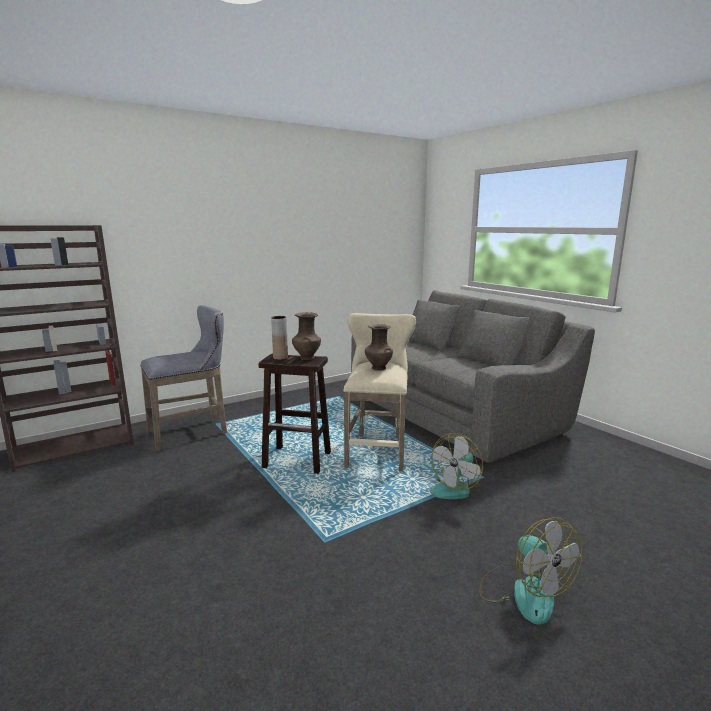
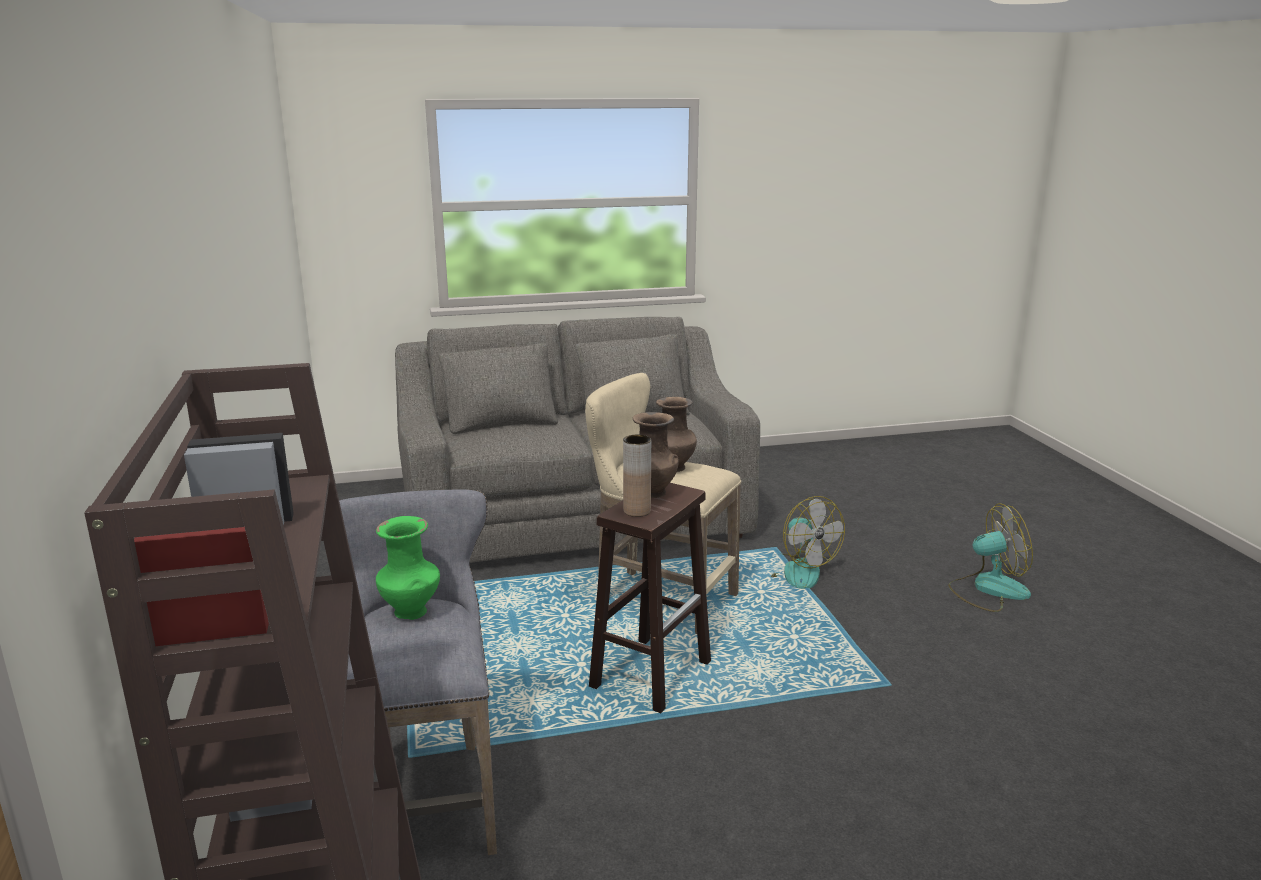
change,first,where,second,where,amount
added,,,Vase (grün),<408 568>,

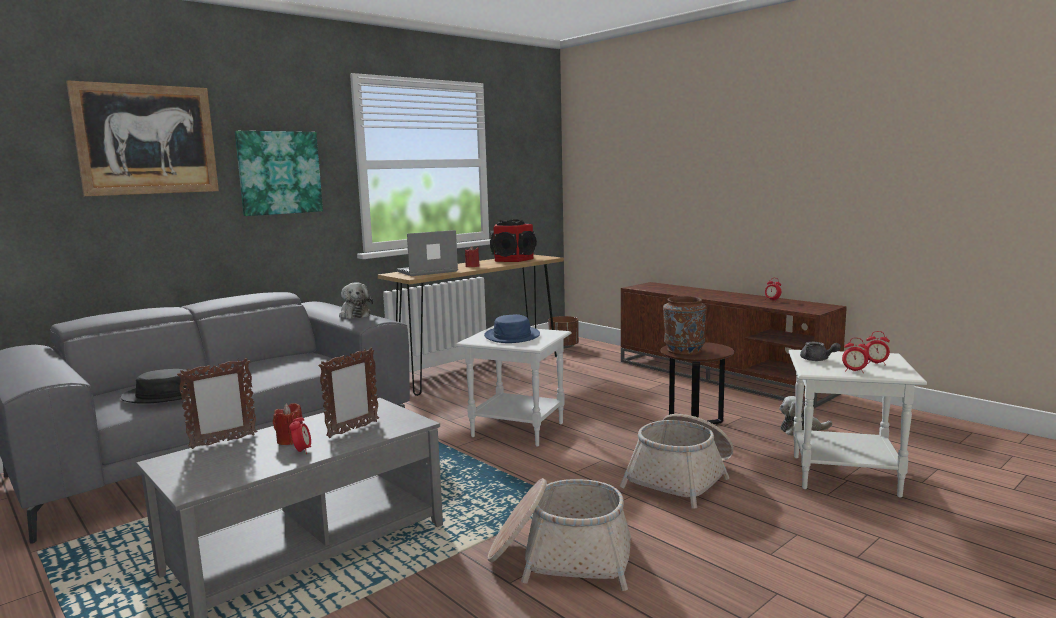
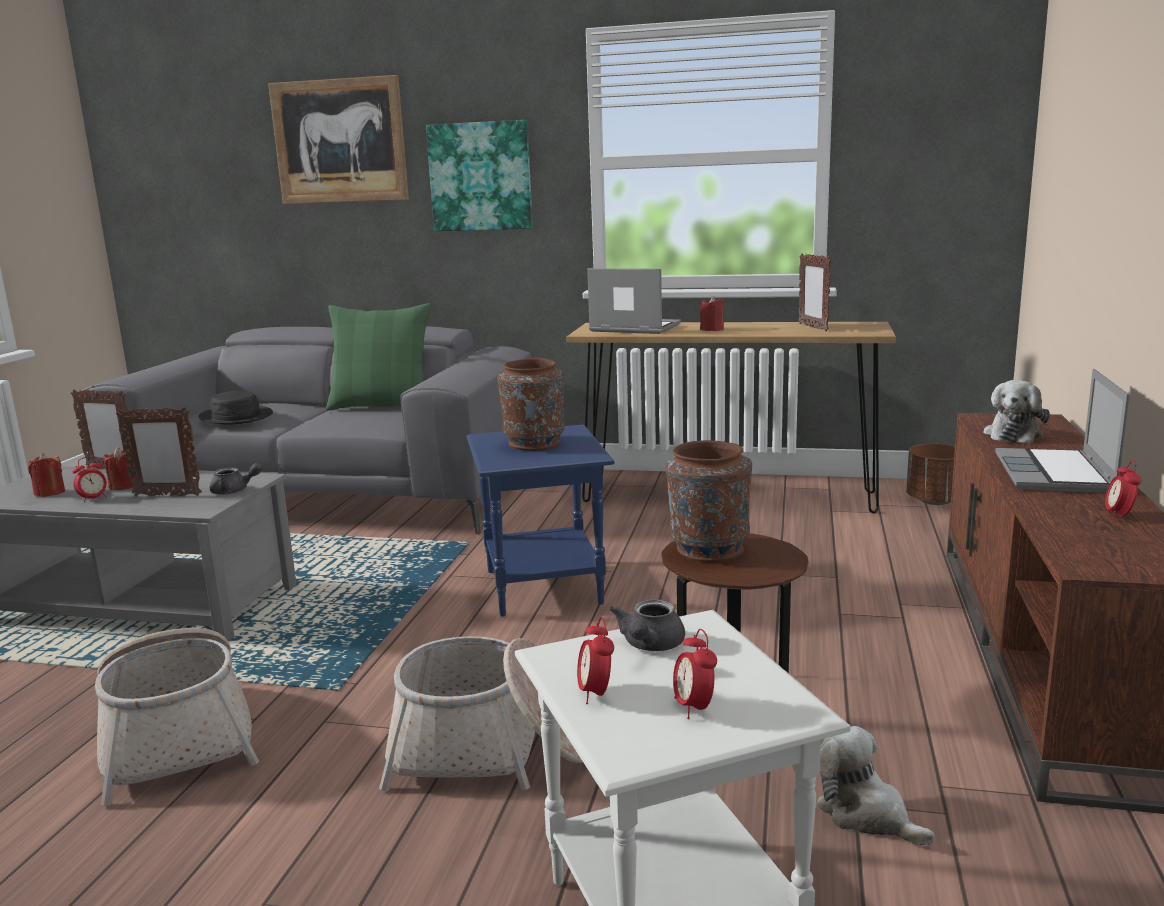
change,first,where,second,where,amount
added,,,Kerze (rot),<46 475>,
added,,,Teekanne (grau),<236 479>,
added,,,Kissen (grün),<378 356>,
recoloured,Beistelltisch (weiß),<513 386>,Beistelltisch (blau),<540 521>,
replaced,Hut (blau),<512 328>,Vase (braun),<531 404>,
replaced,Lautsprecher,<513 241>,Bilderrahmen,<814 292>,
moved,Plüschtier,<356 301>,,<1016 412>,
added,,,Laptop,<1062 431>,

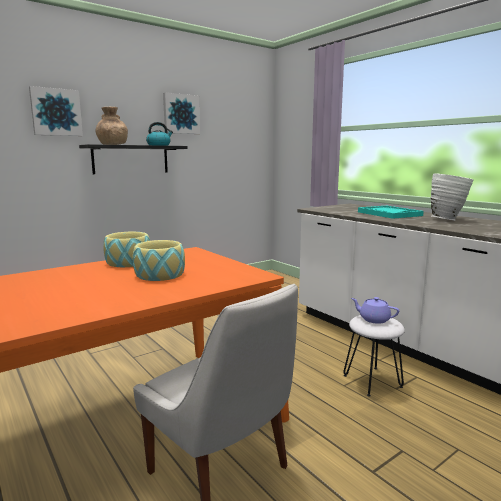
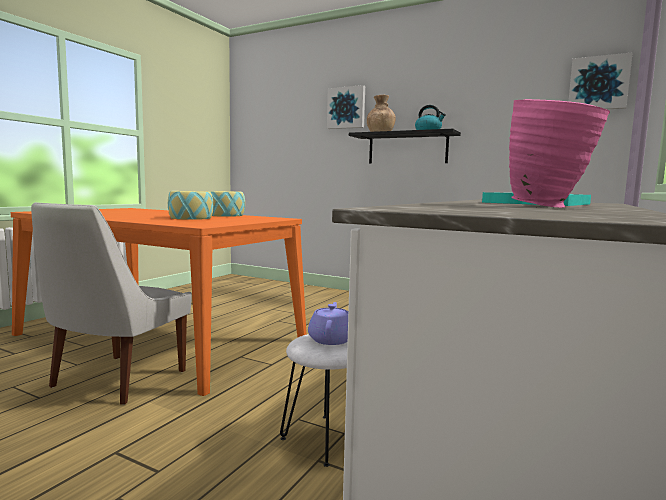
change,first,where,second,where,amount
recoloured,Vase (weiß),<452 197>,Vase (rosa),<559 153>,
moved,Bild,<181 113>,,<601 80>,

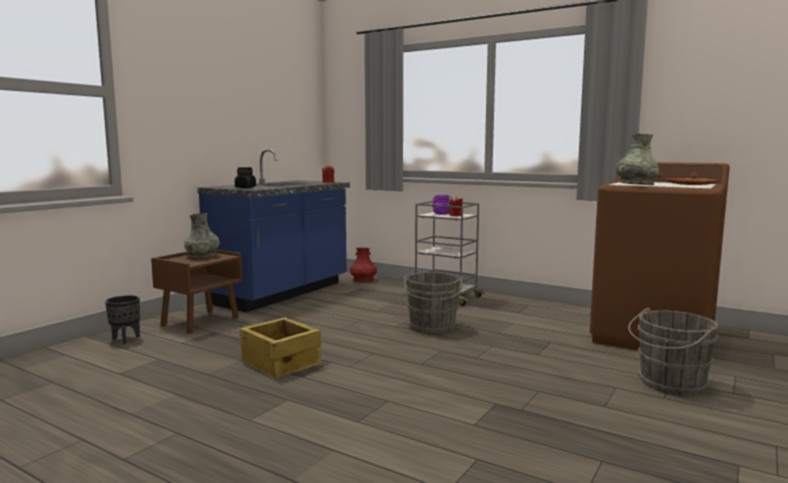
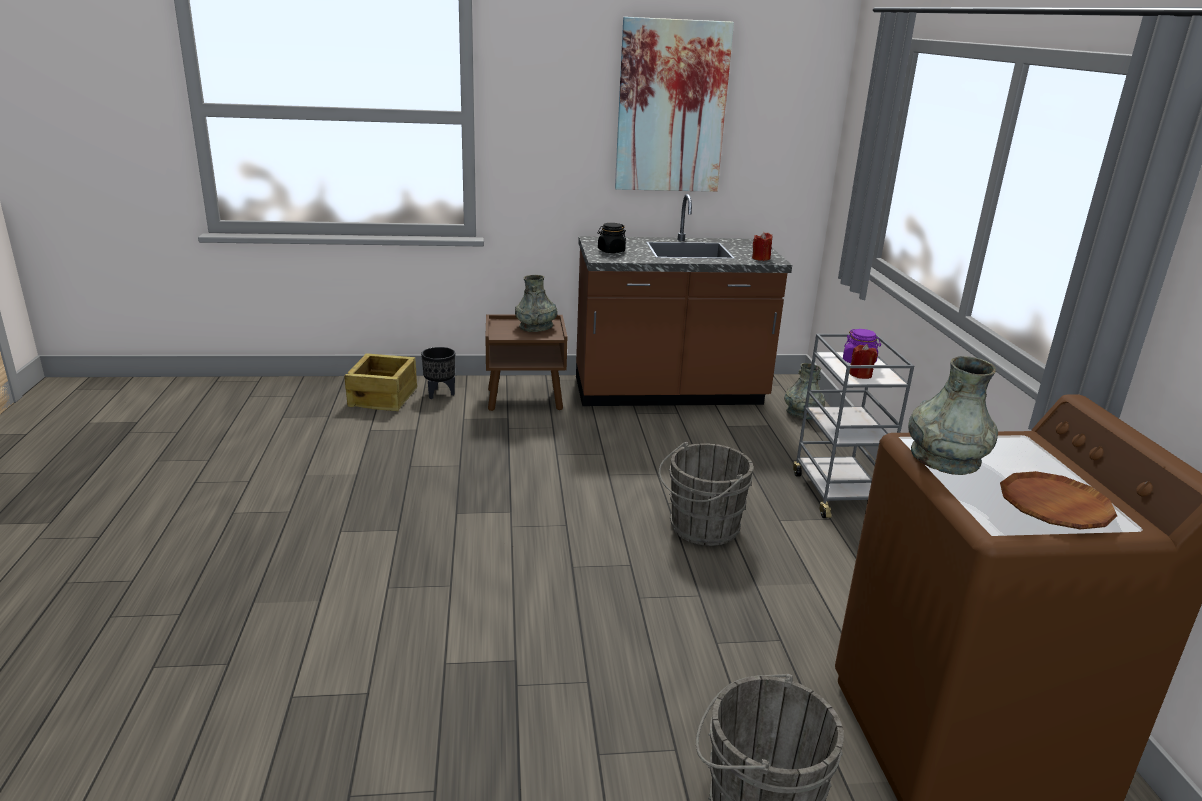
change,first,where,second,where,amount
moved,Kiste,<281 348>,,<380 382>,
recoloured,Küchenzeile (blau),<273 230>,Küchenzeile (braun),<684 300>,
added,,,Bild,<674 104>,
recoloured,Vase (rot),<363 264>,Vase (grau),<804 391>,

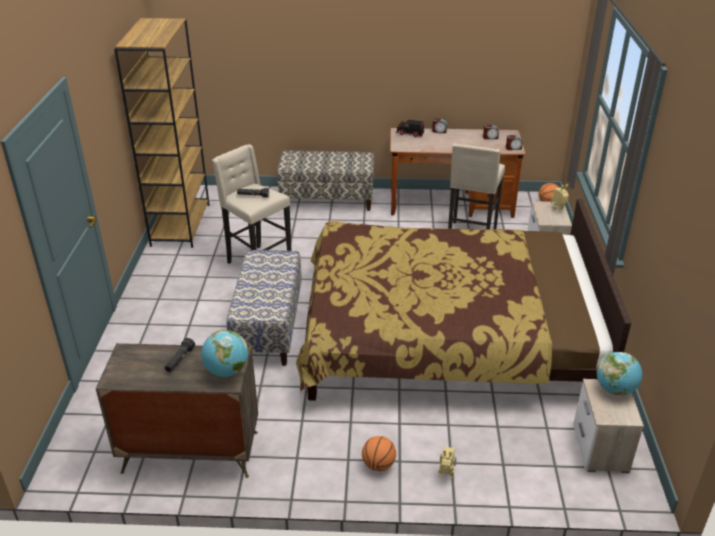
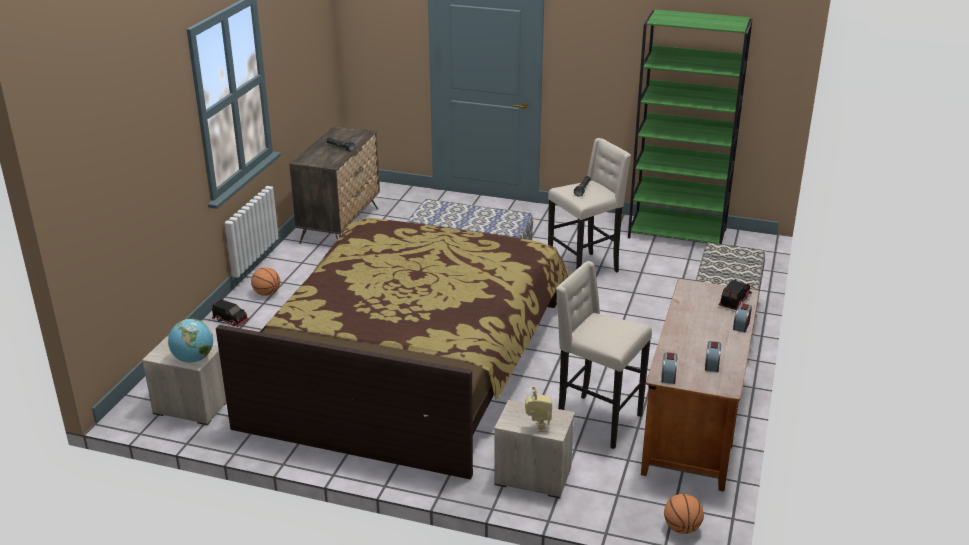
change,first,where,second,where,amount
replaced,Spielzeugroboter,<447 463>,Spielzeuglaster,<231 313>,
recoloured,Bücherregal (braun),<162 133>,Bücherregal (grün),<690 126>,
removed,Globus,<224 353>,,,

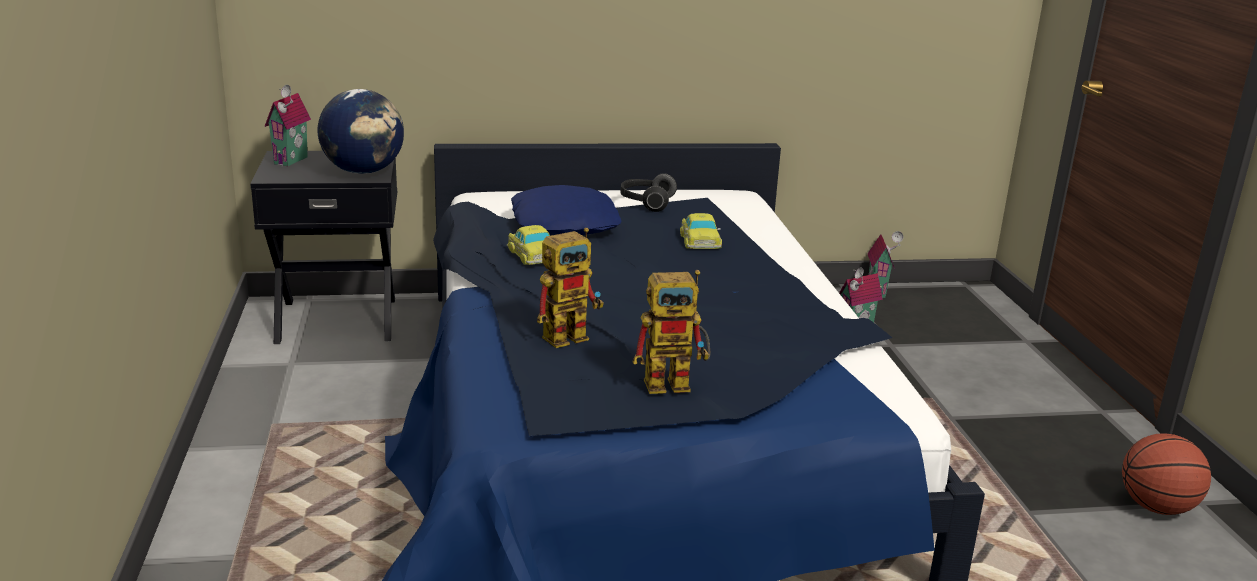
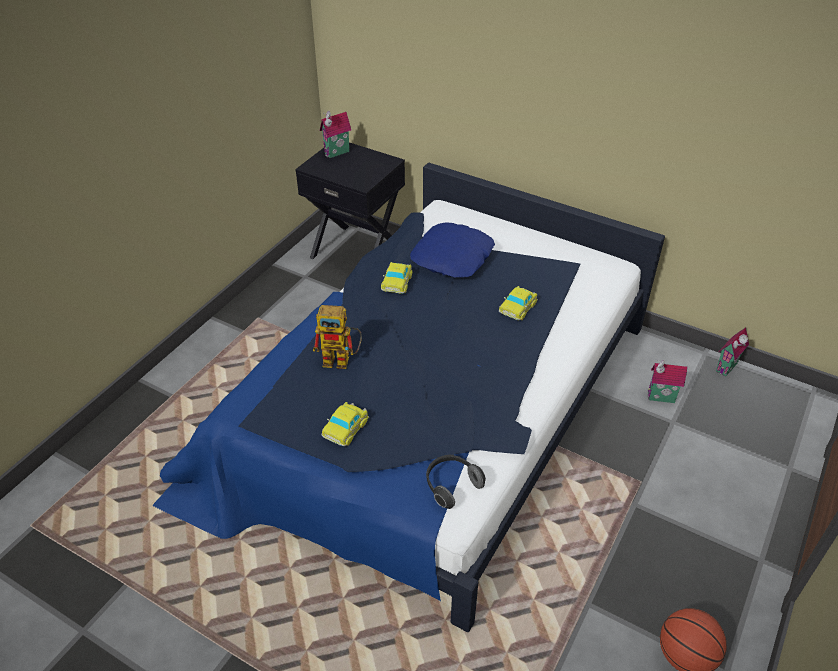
change,first,where,second,where,amount
replaced,Spielzeugroboter,<671 332>,Spielzeugauto,<345 424>,
moved,Kopfhörer,<648 192>,,<456 482>,
removed,Globus,<361 131>,,,

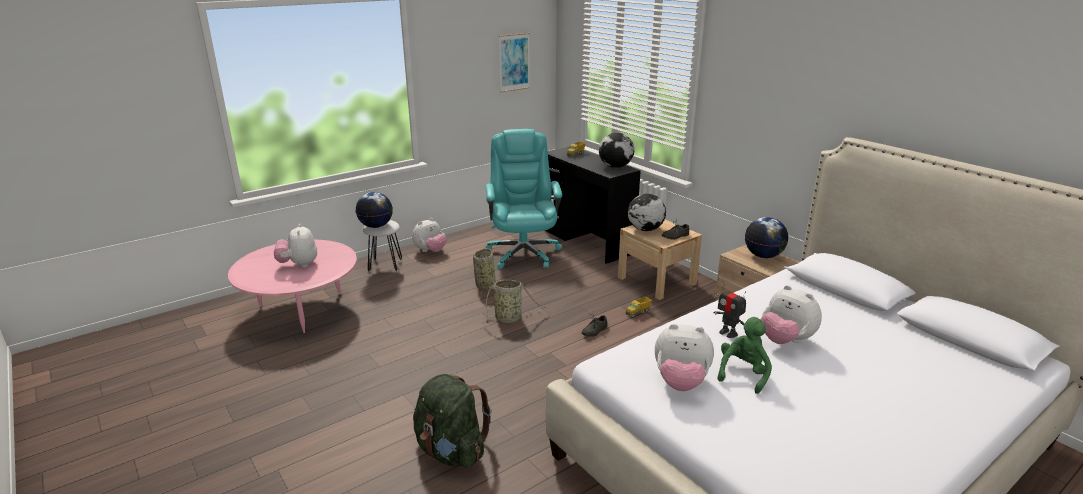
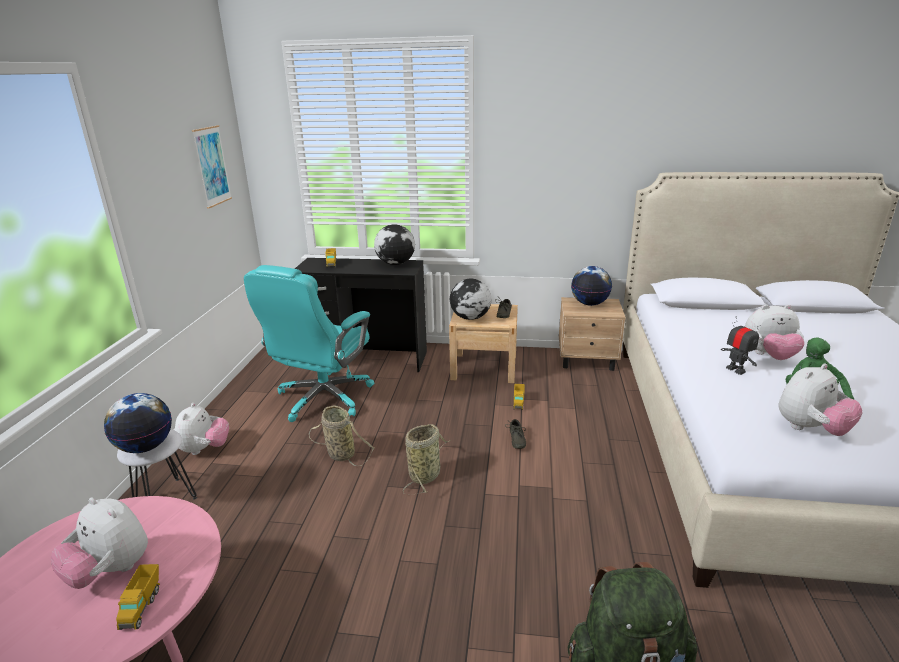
change,first,where,second,where,amount
added,,,Spielzeuglaster,<138 597>,
turned,Bürostuhl (türkis),<524 199>,,<309 343>,105 degrees counterclockwise
turned,Spielzeugroboter,<730 309>,,<741 345>,120 degrees counterclockwise

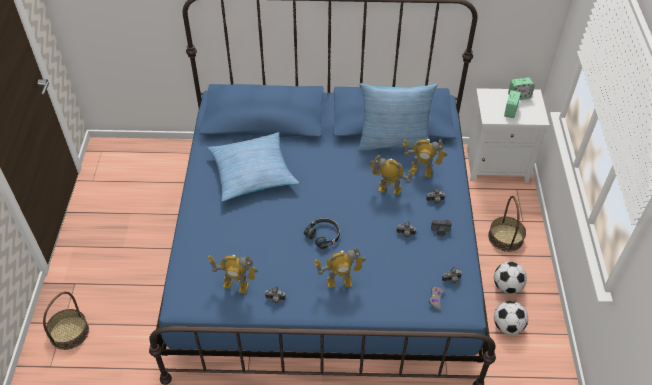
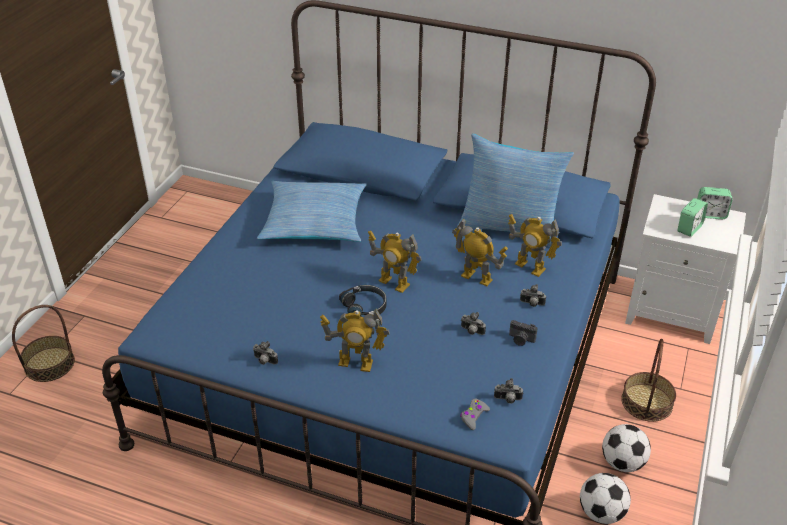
change,first,where,second,where,amount
moved,Spielzeugroboter,<233 274>,,<395 261>,

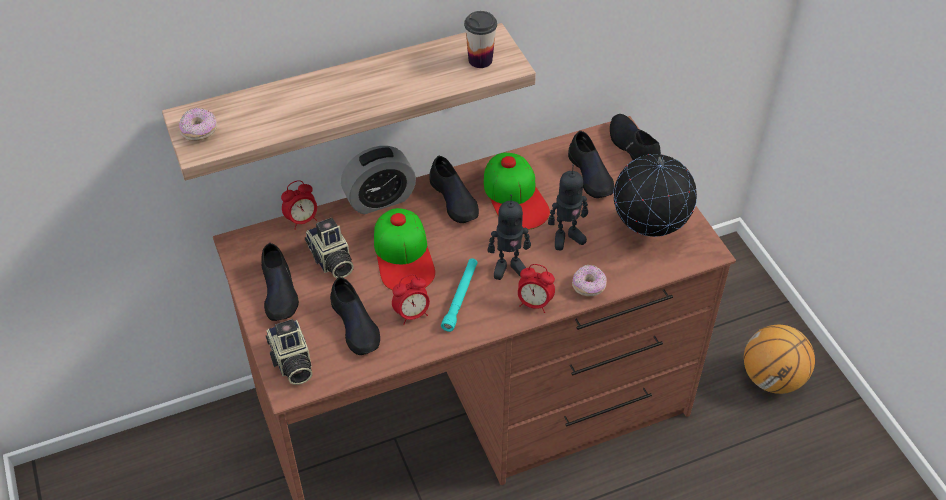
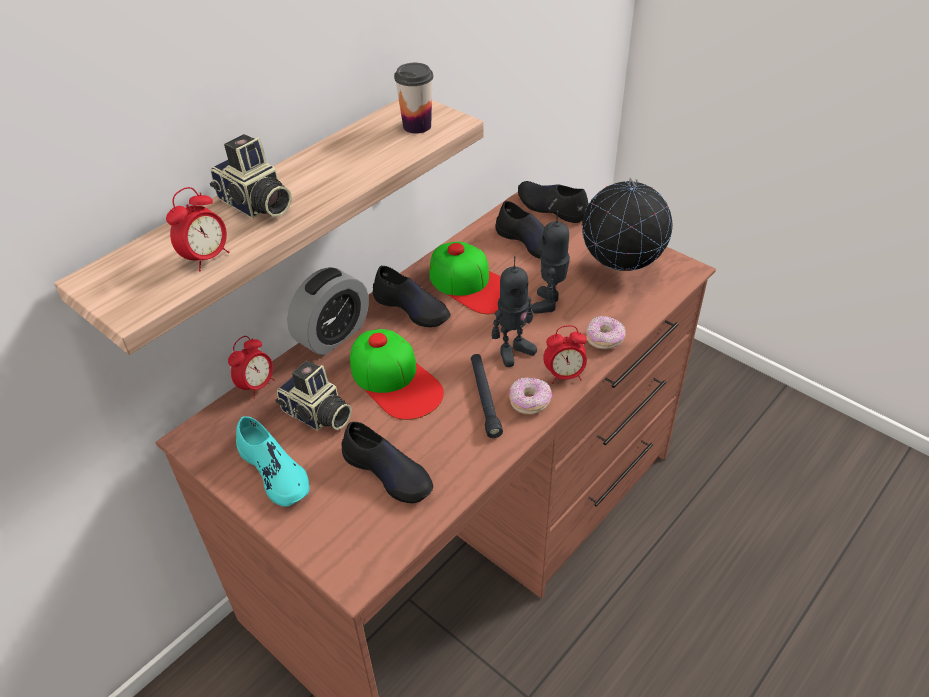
change,first,where,second,where,amount
moved,Wecker,<411 299>,,<197 229>,
moved,Kamera,<288 352>,,<251 176>,
recoloured,Schuh (schwarz),<280 282>,Schuh (türkis),<273 461>,
recoloured,Taschenlampe (türkis),<459 295>,Taschenlampe (schwarz),<487 396>,
moved,Donut,<198 124>,,<530 396>,
turned,Spielzeugroboter,<568 207>,,<551 262>,150 degrees clockwise
removed,Basketball,<779 359>,,,

